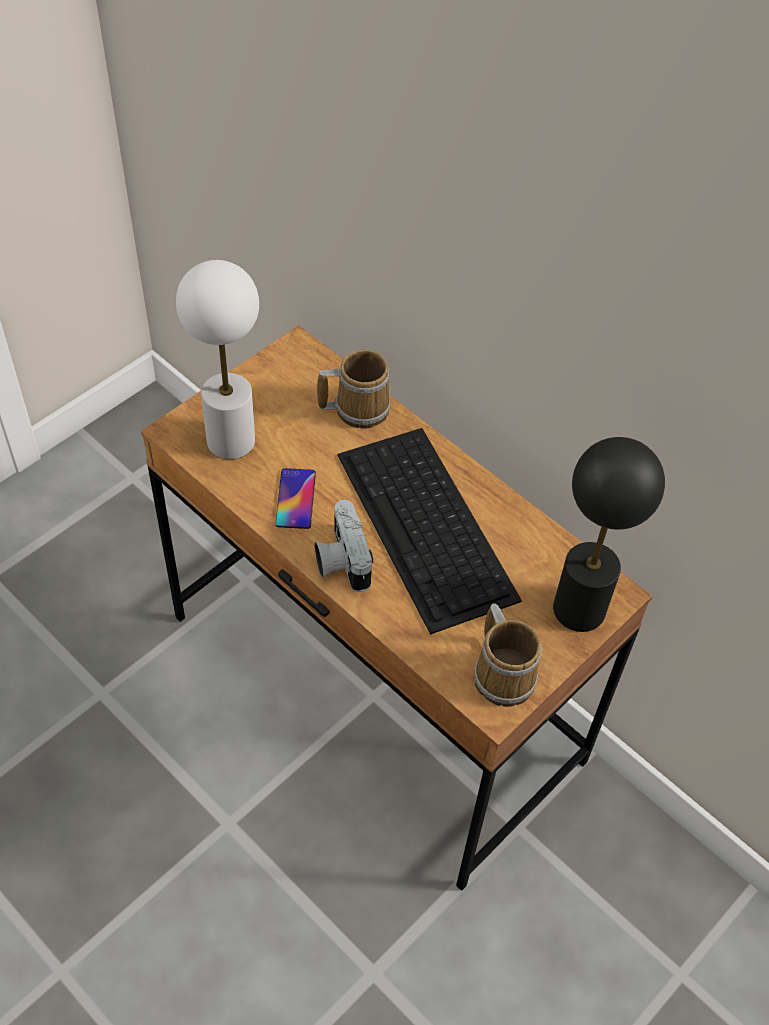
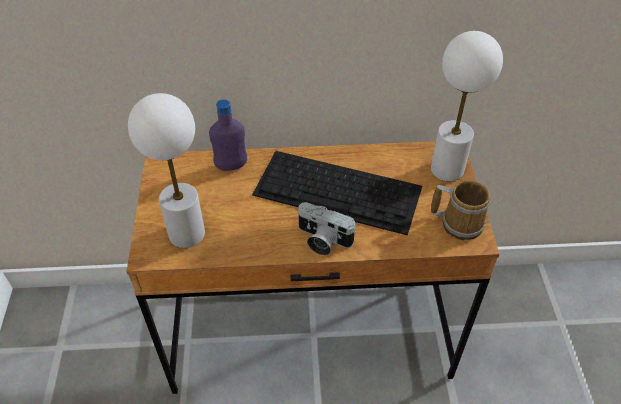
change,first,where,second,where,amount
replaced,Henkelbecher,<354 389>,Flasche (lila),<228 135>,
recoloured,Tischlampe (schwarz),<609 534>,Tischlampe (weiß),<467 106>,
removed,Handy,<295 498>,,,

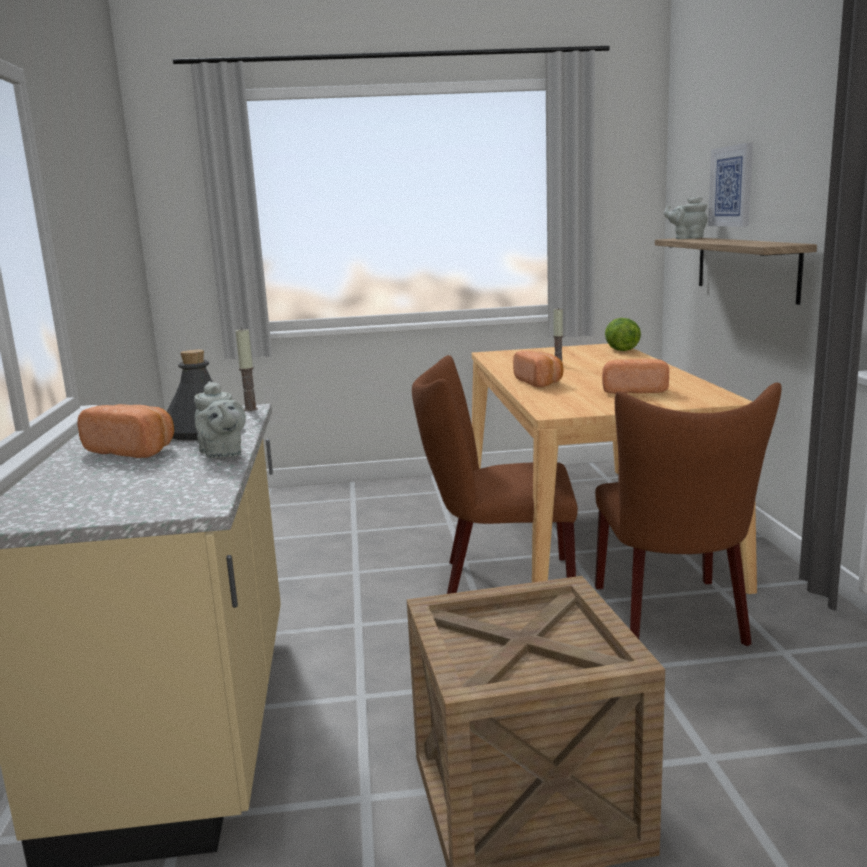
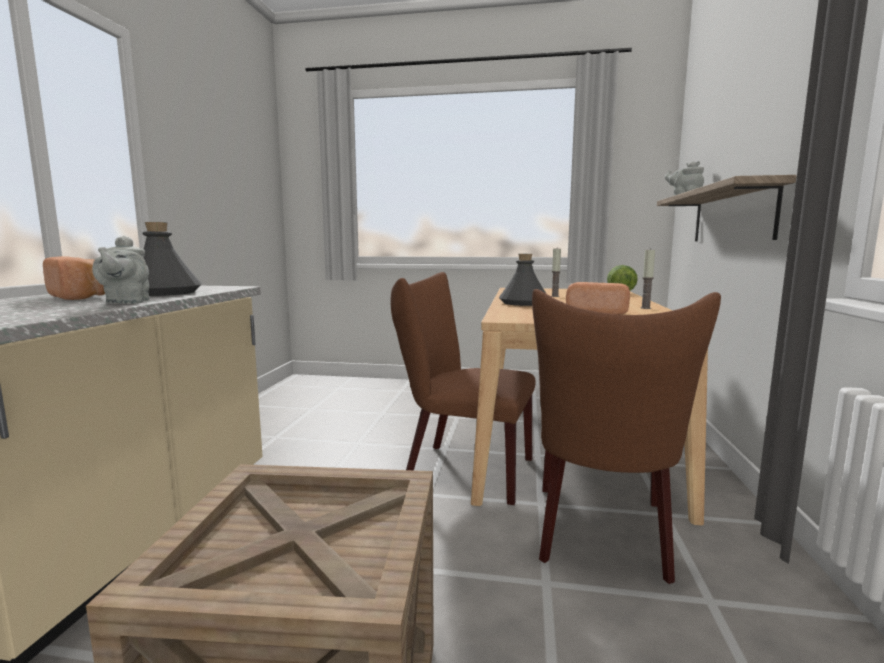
change,first,where,second,where,amount
replaced,Brot,<538 368>,Flasche (grau),<522 280>,
moved,Kerze,<247 369>,,<647 278>,
removed,Bild,<730 185>,,,

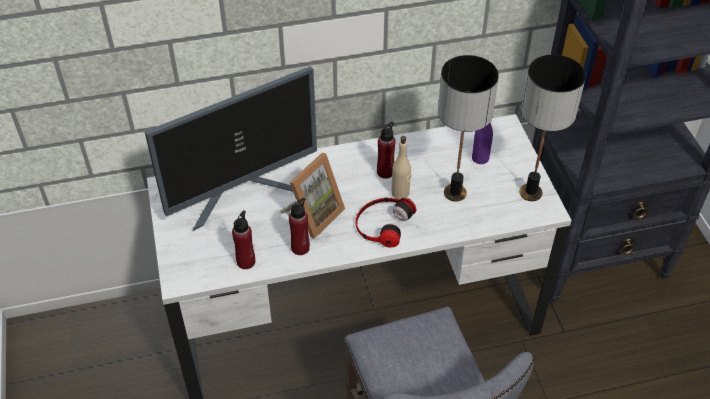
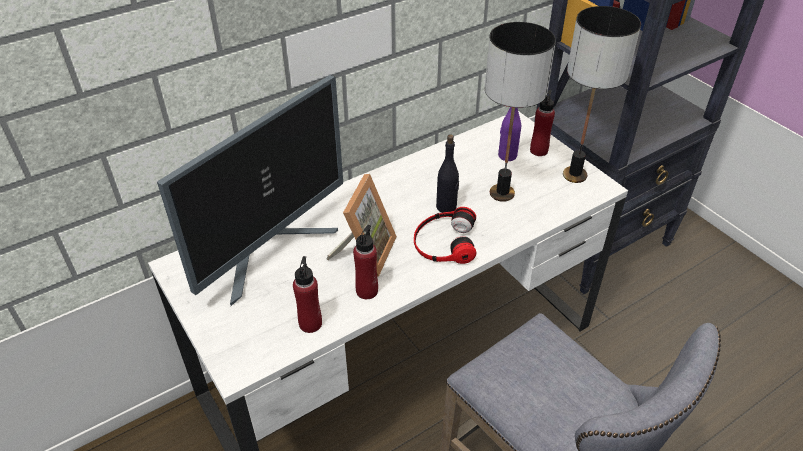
change,first,where,second,where,amount
recoloured,Flasche (beige),<401 167>,Flasche (schwarz),<447 173>,
moved,Flasche (rot),<386 150>,,<542 122>,

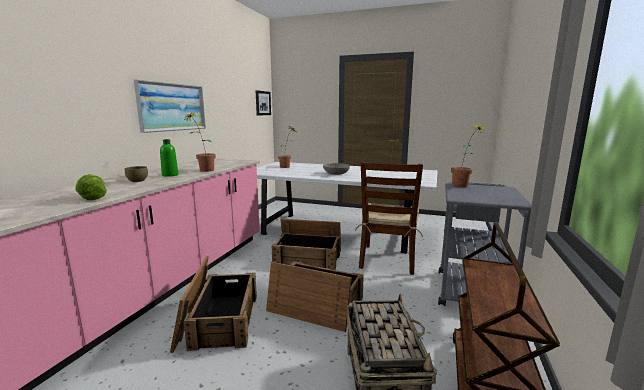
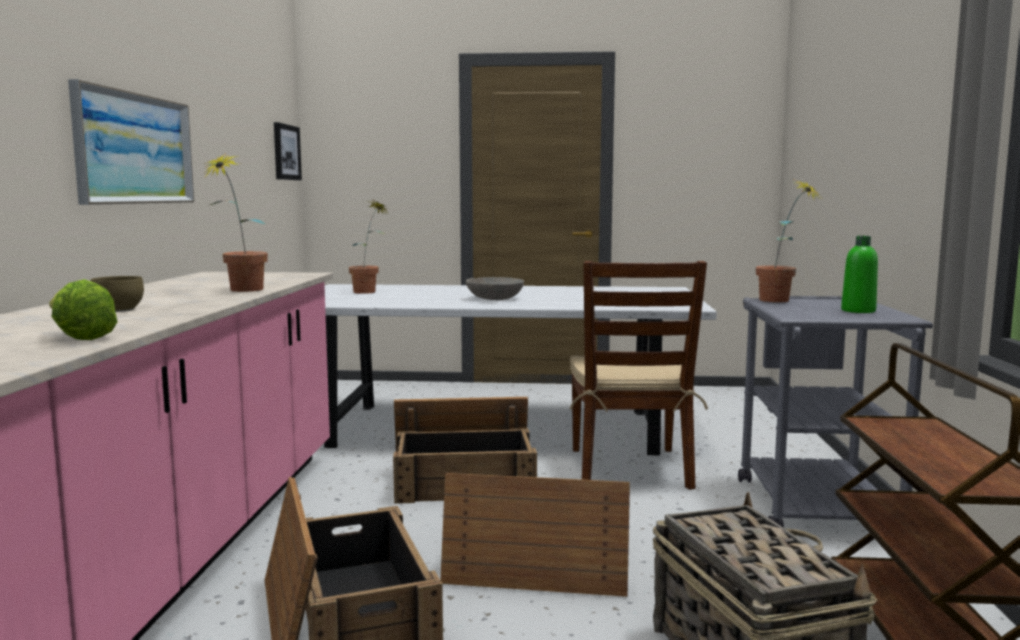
change,first,where,second,where,amount
moved,Flasche (grün),<169 158>,,<859 274>,

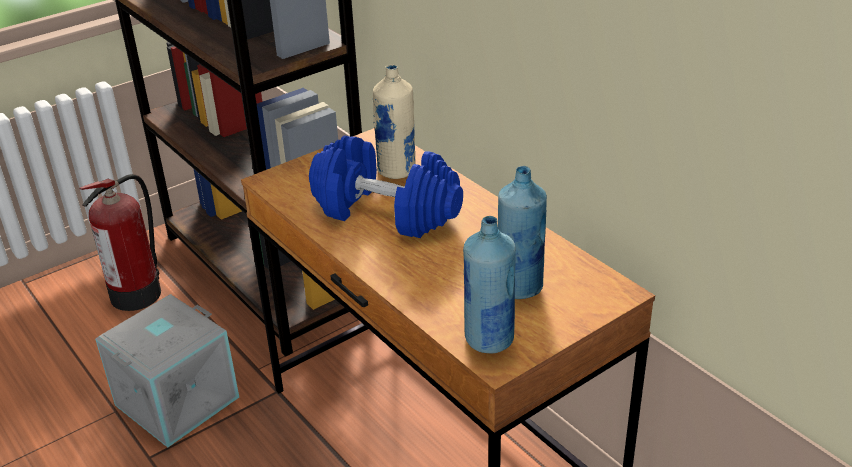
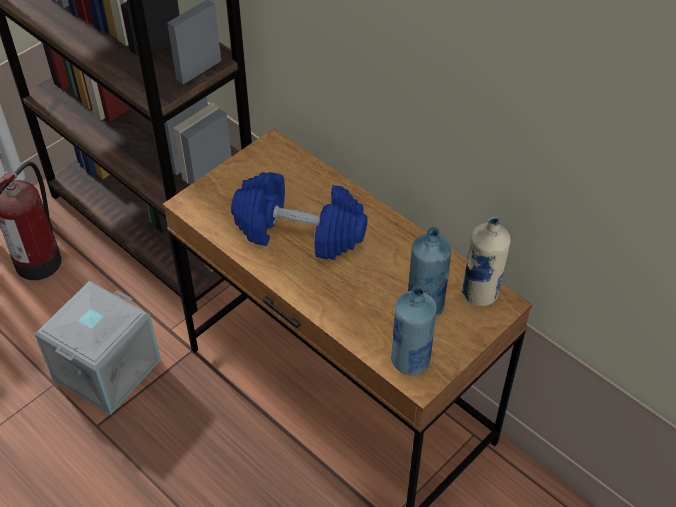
change,first,where,second,where,amount
moved,Flasche (beige),<394 121>,,<486 261>,

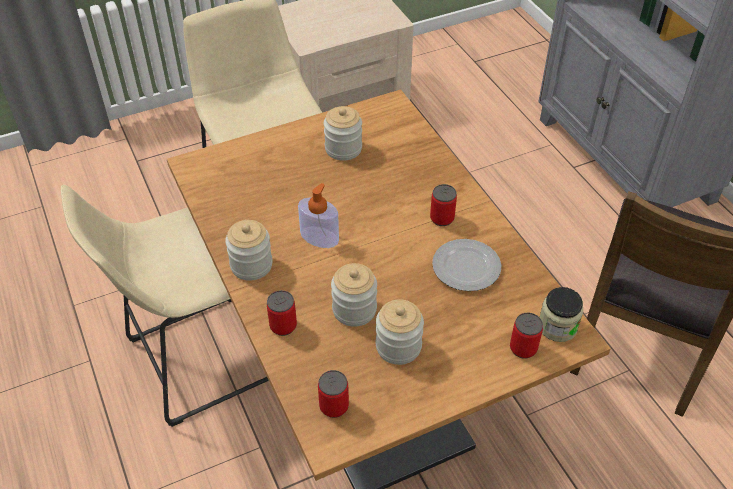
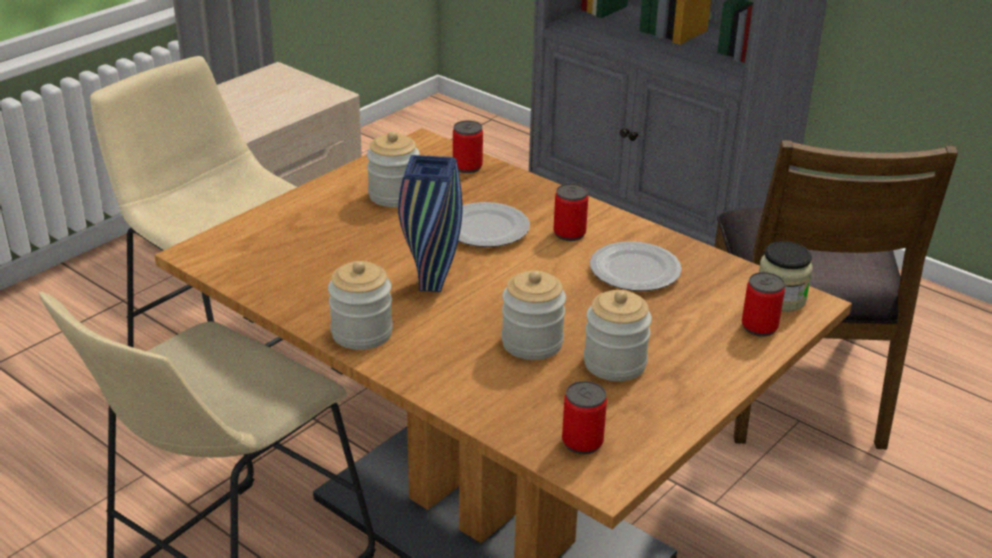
change,first,where,second,where,amount
replaced,Seifenspender,<318 215>,Vase (blau),<430 223>,
moved,Dose,<282 313>,,<468 146>,
added,,,Teller,<494 224>,

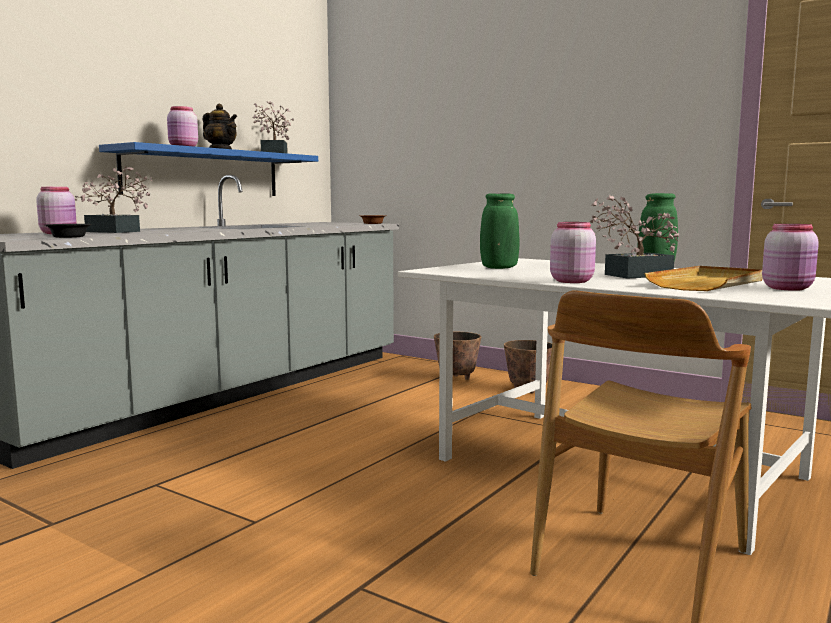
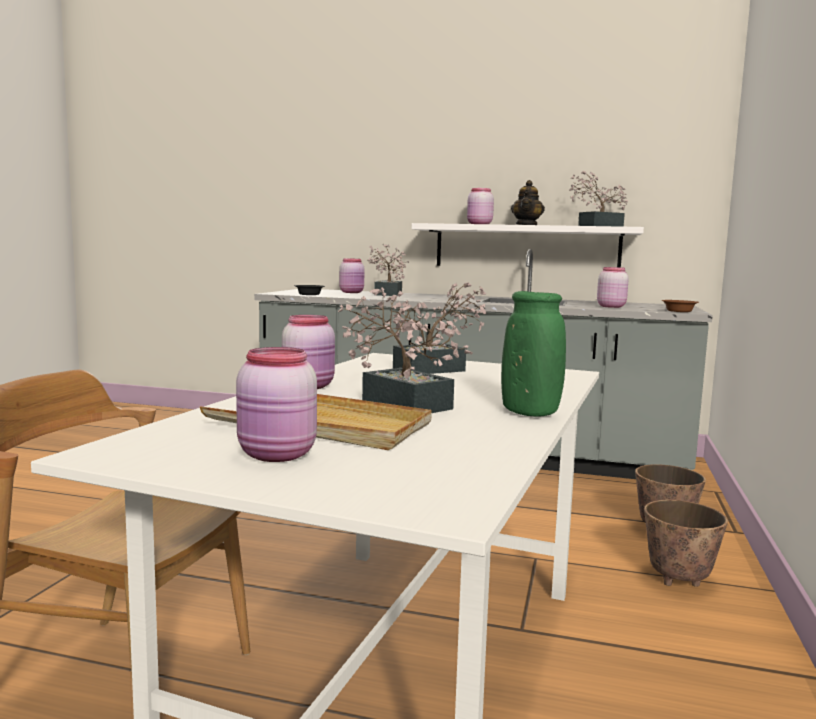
change,first,where,second,where,amount
replaced,Vase (grün),<499 231>,Topfpflanze,<435 328>,
recoloured,Wandregal (blau),<208 169>,Wandregal (weiß),<528 245>,
added,,,Vorratsglas (rosa),<613 287>,

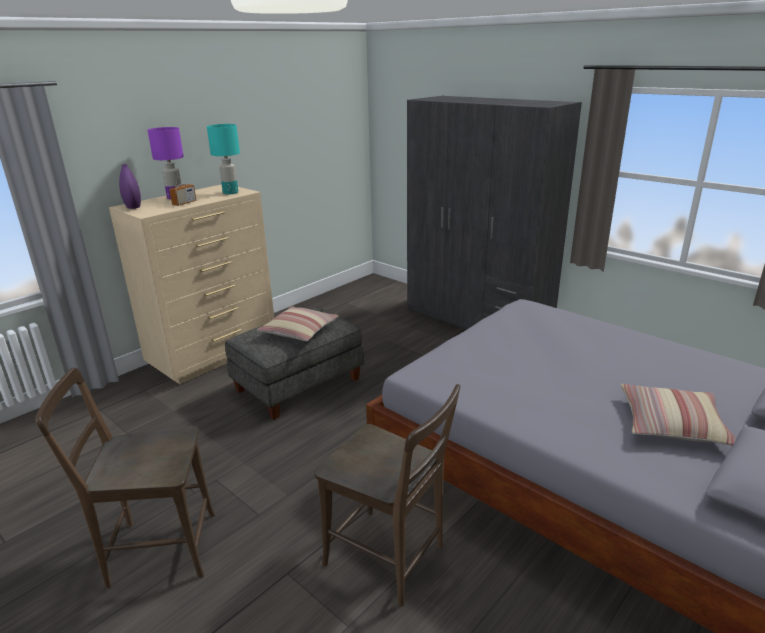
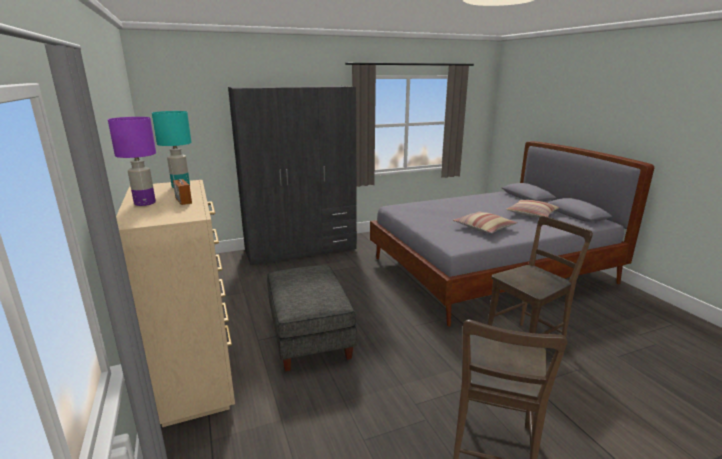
change,first,where,second,where,amount
moved,Kissen,<297 323>,,<485 222>,
removed,Vase (lila),<130 186>,,,

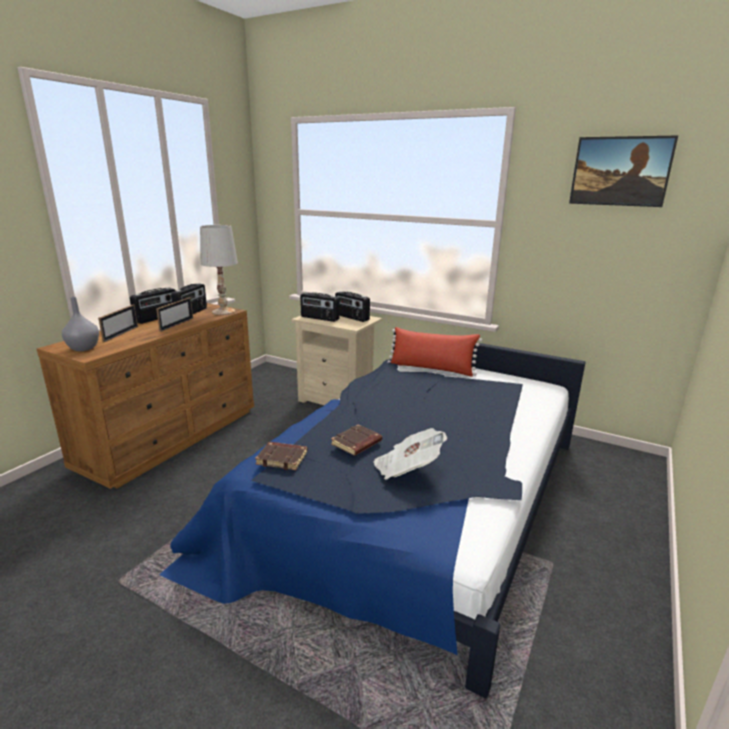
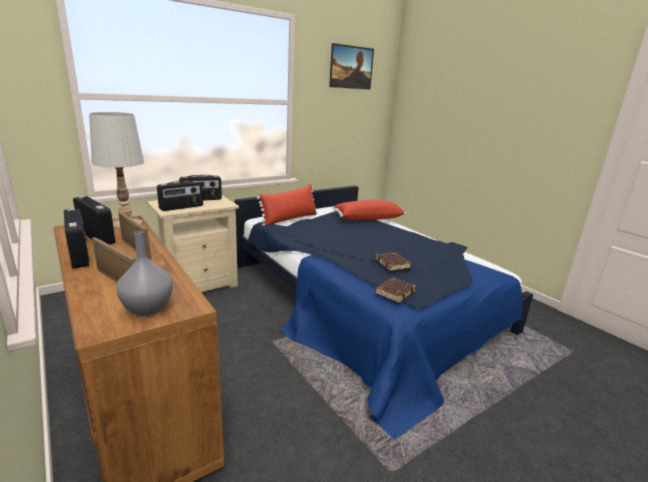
change,first,where,second,where,amount
added,,,Kissen (rot),<369 210>,
removed,Zeitung,<410 454>,,,

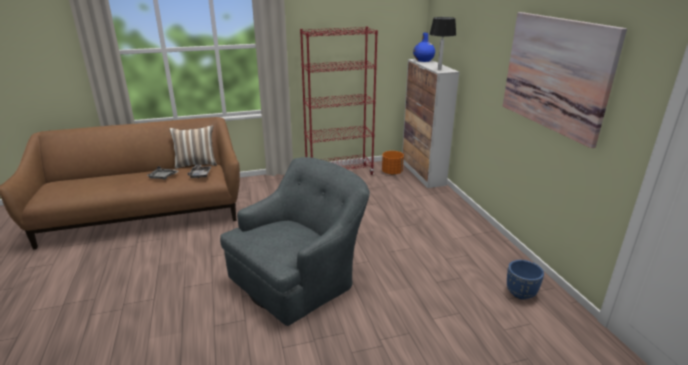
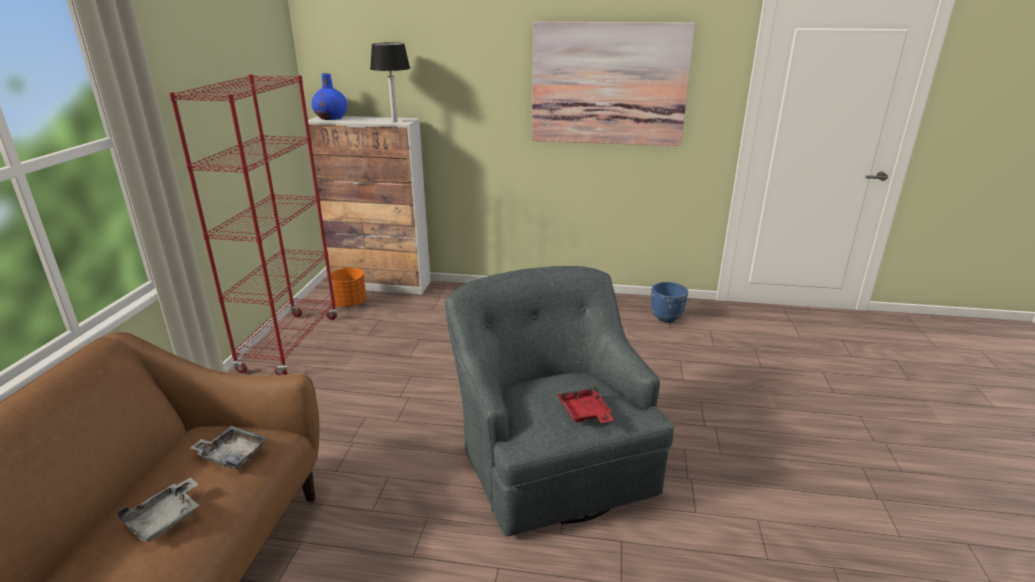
change,first,where,second,where,amount
added,,,Tablett (rot),<585 404>,
removed,Kissen,<193 147>,,,

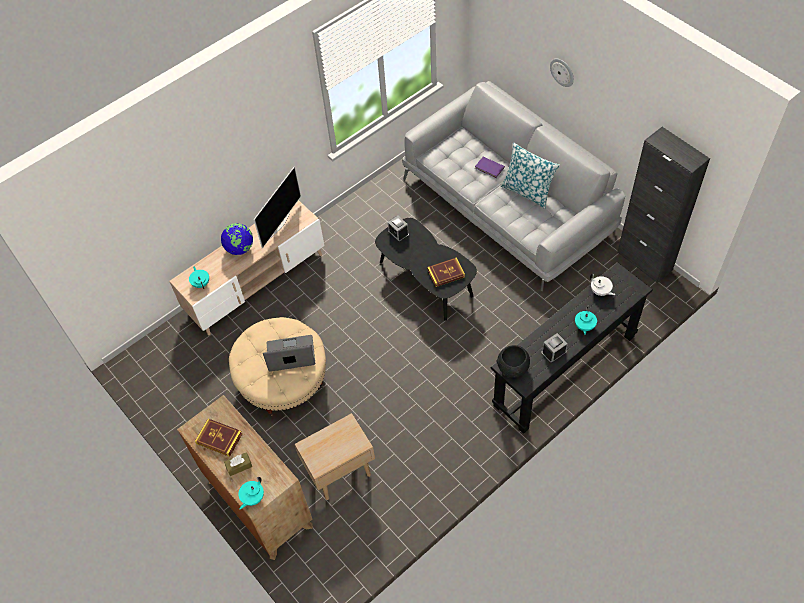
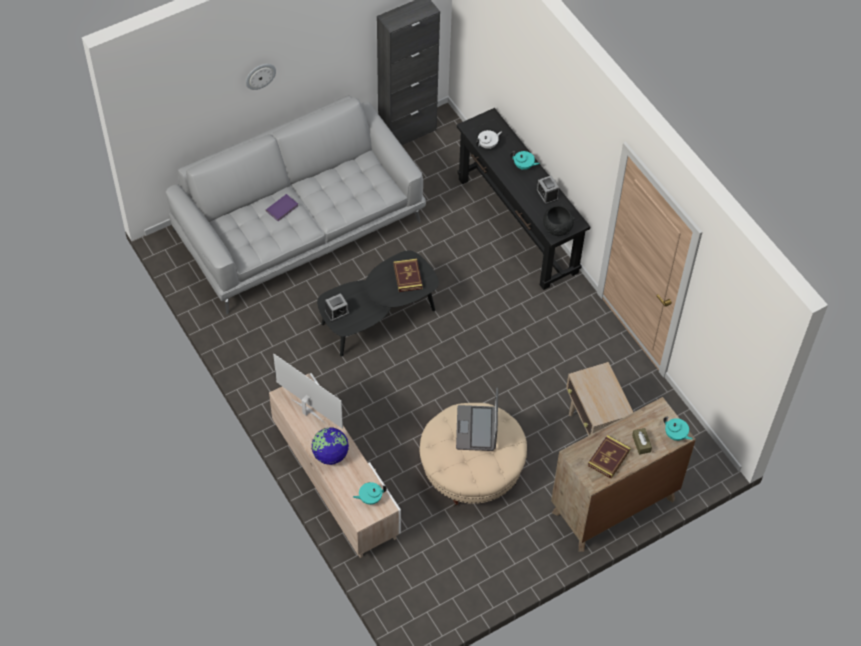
change,first,where,second,where,amount
removed,Kissen,<530 175>,,,

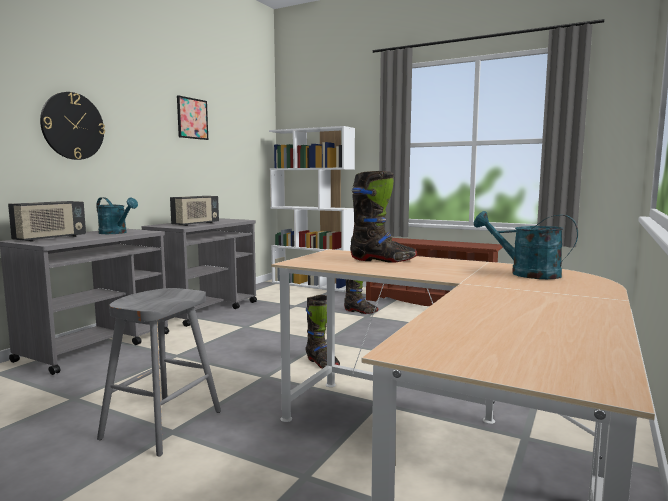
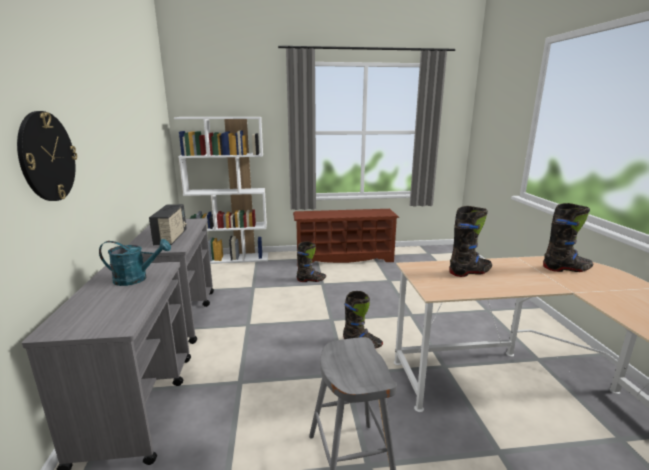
change,first,where,second,where,amount
replaced,Gießkanne (türkis),<526 245>,Stiefel (schwarz),<568 237>,
removed,Radio,<47 221>,,,
removed,Bild,<192 117>,,,

